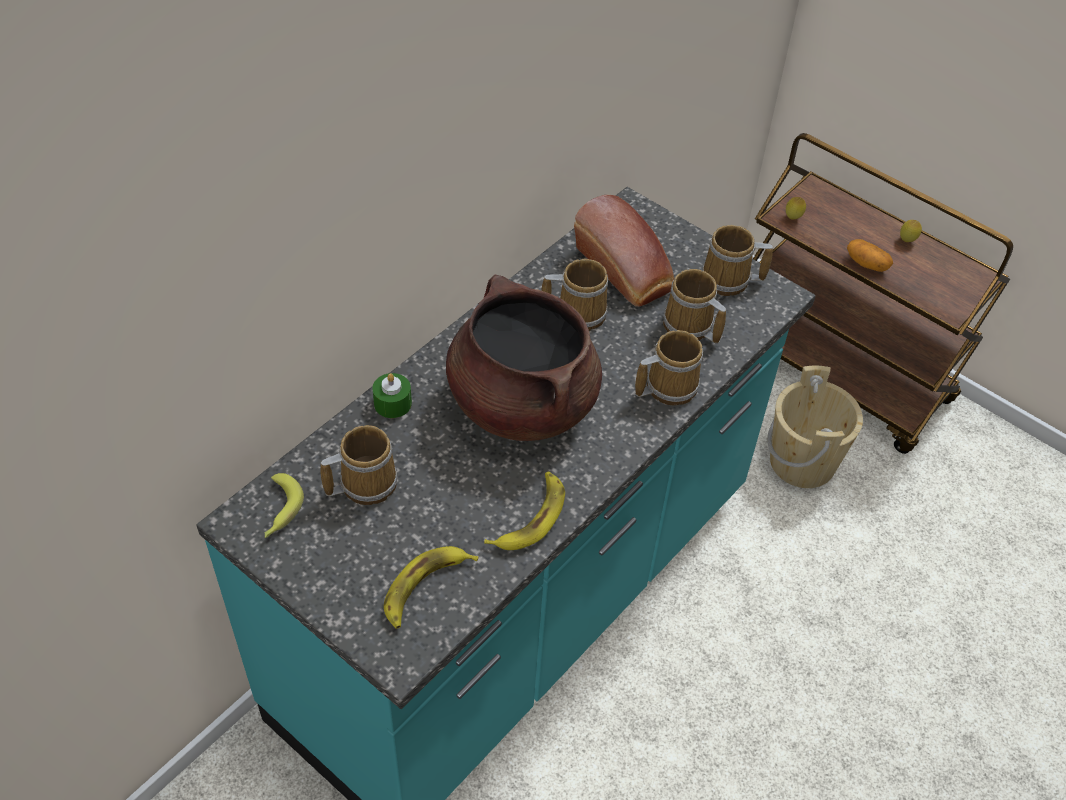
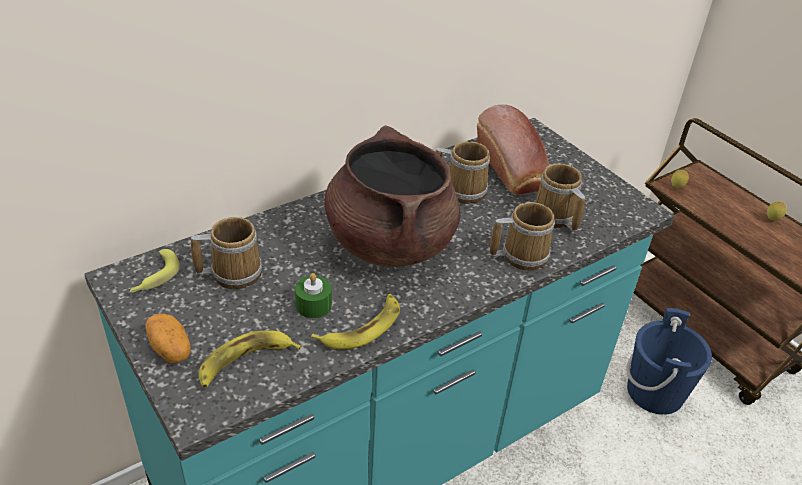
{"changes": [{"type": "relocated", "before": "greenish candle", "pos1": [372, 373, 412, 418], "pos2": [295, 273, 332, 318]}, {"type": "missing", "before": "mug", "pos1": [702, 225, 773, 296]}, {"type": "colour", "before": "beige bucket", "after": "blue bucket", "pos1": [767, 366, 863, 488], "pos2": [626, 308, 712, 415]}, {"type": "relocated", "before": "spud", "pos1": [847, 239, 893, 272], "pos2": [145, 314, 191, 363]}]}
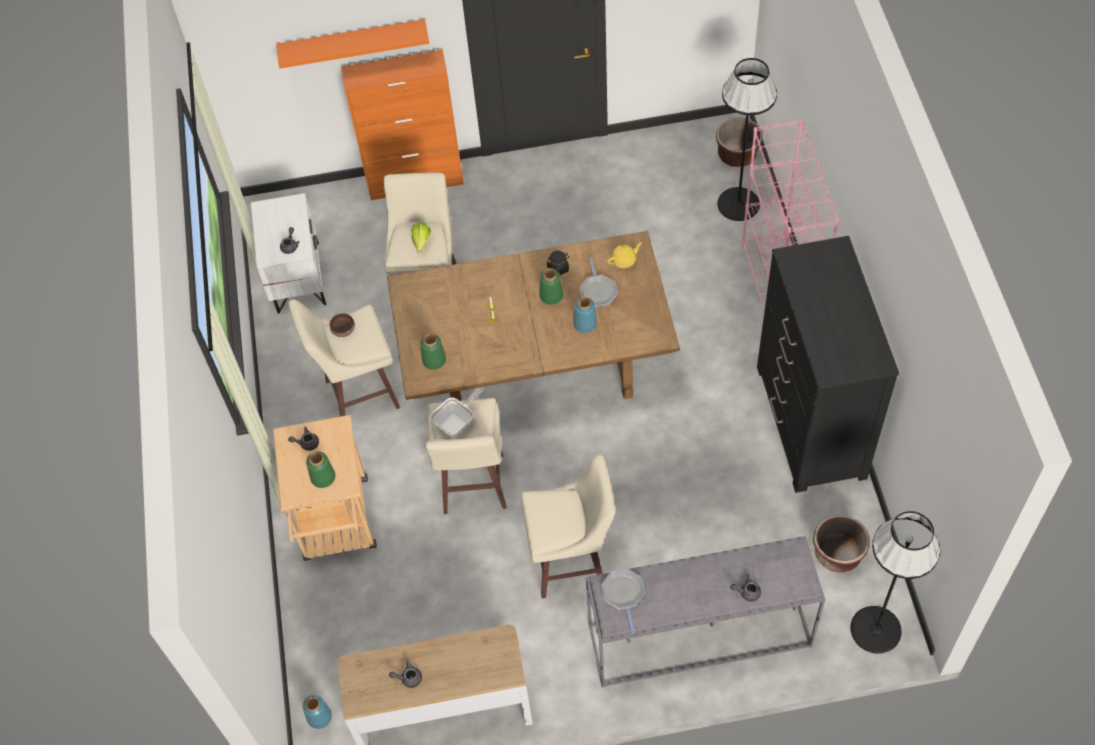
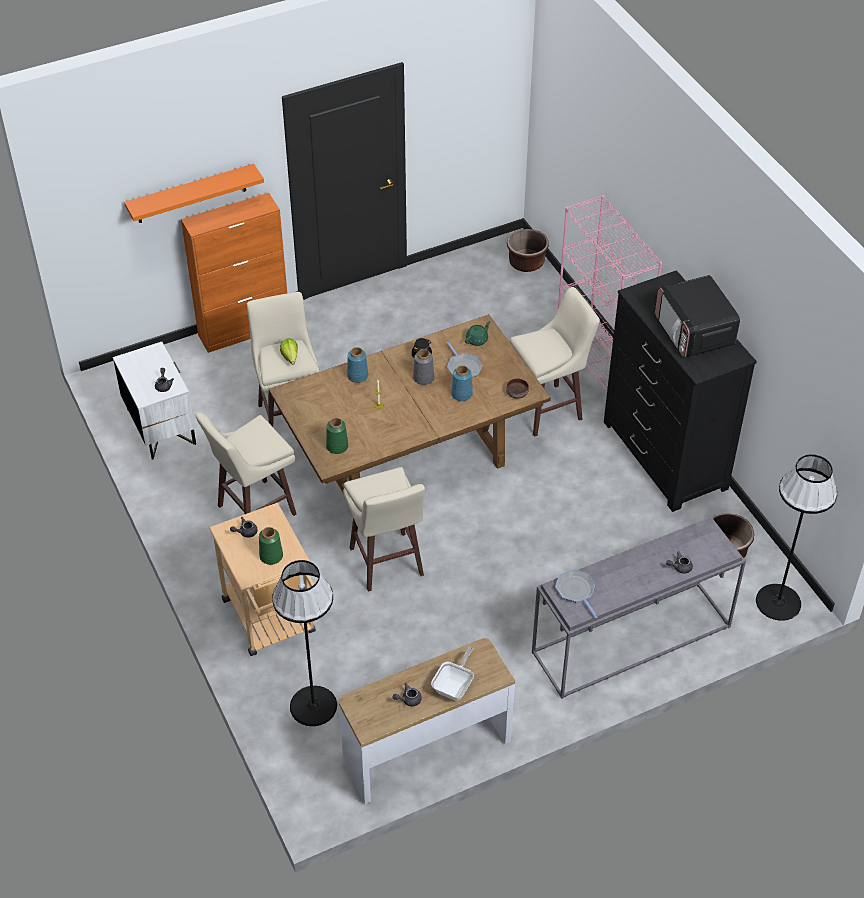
{"changes": [{"type": "relocated", "before": "blue vase", "pos1": [303, 695, 332, 729], "pos2": [347, 347, 368, 383]}, {"type": "relocated", "before": "brown-coloured bowl", "pos1": [330, 313, 355, 337], "pos2": [506, 378, 529, 399]}, {"type": "relocated", "before": "pan", "pos1": [430, 388, 483, 437], "pos2": [431, 647, 474, 700]}, {"type": "relocated", "before": "beige sitting stool", "pos1": [521, 455, 615, 599], "pos2": [510, 287, 600, 437]}, {"type": "colour", "before": "greenish vase", "after": "grey vase", "pos1": [540, 268, 563, 305], "pos2": [413, 349, 434, 385]}, {"type": "colour", "before": "yellow-coloured pot for tea", "after": "greenish pot for tea", "pos1": [607, 243, 642, 268], "pos2": [465, 321, 491, 346]}, {"type": "relocated", "before": "blackish standard lamp", "pos1": [717, 58, 777, 221], "pos2": [272, 560, 337, 726]}, {"type": "appeared", "after": "microwave oven", "pos2": [655, 275, 740, 358]}]}
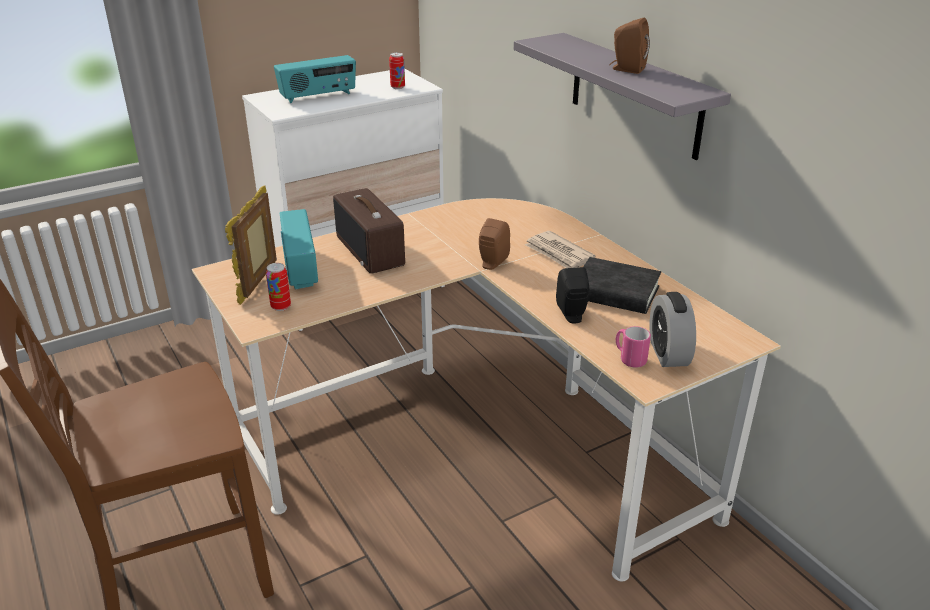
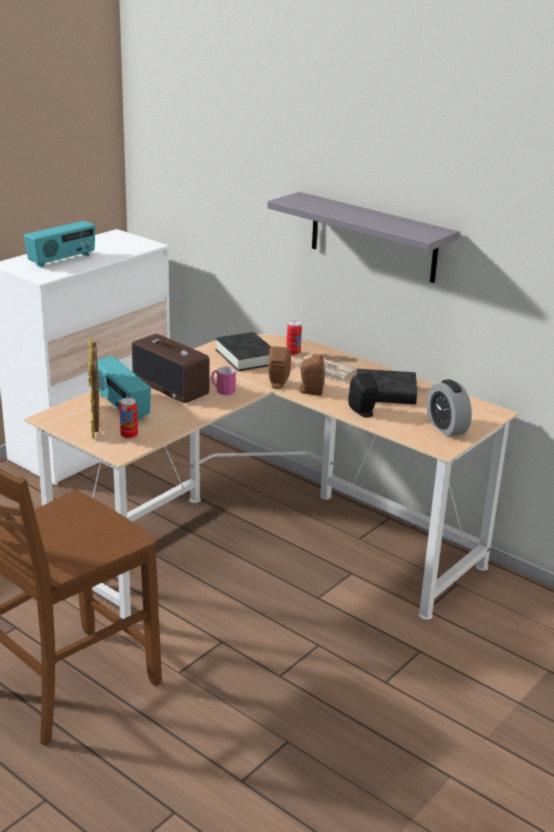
{"changes": [{"type": "relocated", "before": "metal can", "pos1": [389, 52, 405, 89], "pos2": [286, 321, 302, 356]}, {"type": "relocated", "before": "brown-coloured speaker", "pos1": [609, 18, 650, 74], "pos2": [297, 355, 325, 396]}, {"type": "relocated", "before": "pink mug", "pos1": [616, 326, 651, 368], "pos2": [211, 367, 236, 395]}, {"type": "appeared", "after": "blackish bound book", "pos2": [215, 332, 271, 371]}]}
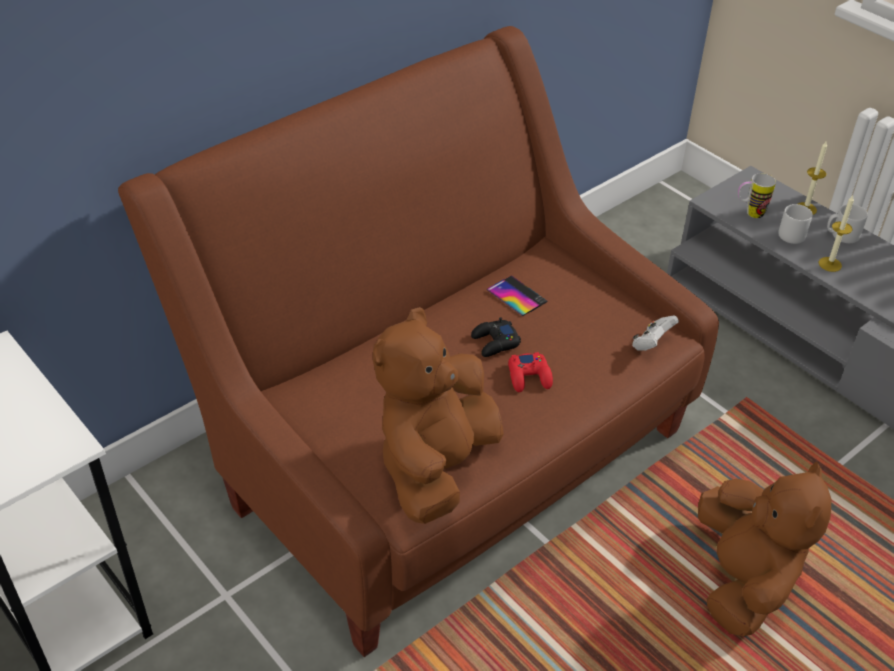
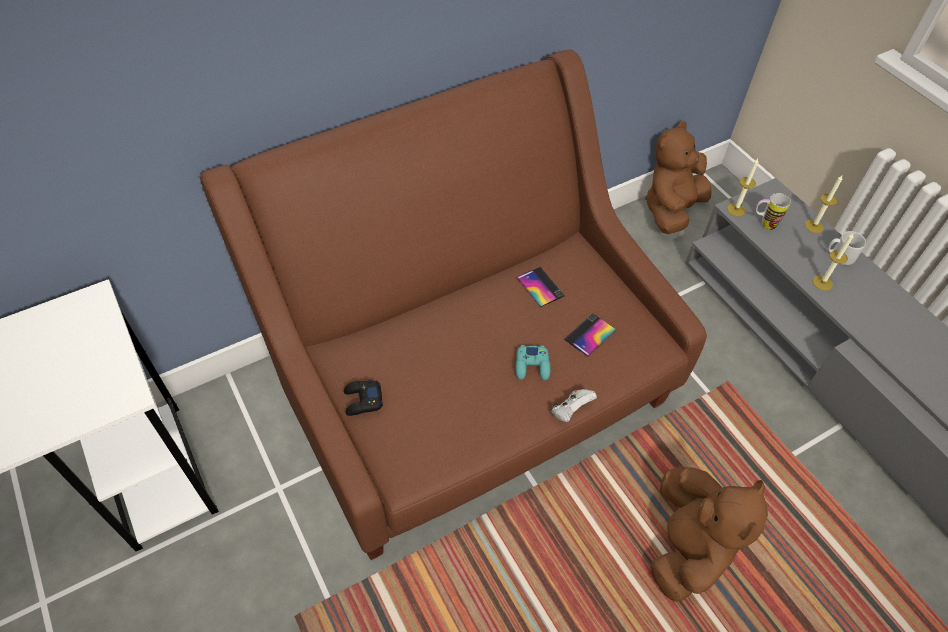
{"changes": [{"type": "relocated", "before": "brown-coloured soft toy", "pos1": [373, 307, 504, 524], "pos2": [645, 121, 711, 234]}, {"type": "relocated", "before": "blackish joypad", "pos1": [471, 317, 521, 357], "pos2": [344, 380, 383, 416]}, {"type": "colour", "before": "reddish joypad", "after": "blue-green joypad", "pos1": [508, 352, 553, 392], "pos2": [516, 345, 551, 380]}, {"type": "relocated", "before": "white-coloured joypad", "pos1": [632, 316, 679, 351], "pos2": [552, 389, 597, 422]}, {"type": "missing", "before": "grey mug", "pos1": [778, 204, 813, 244]}, {"type": "appeared", "after": "telephone", "pos2": [564, 313, 616, 357]}, {"type": "appeared", "after": "candle", "pos2": [727, 158, 759, 216]}]}
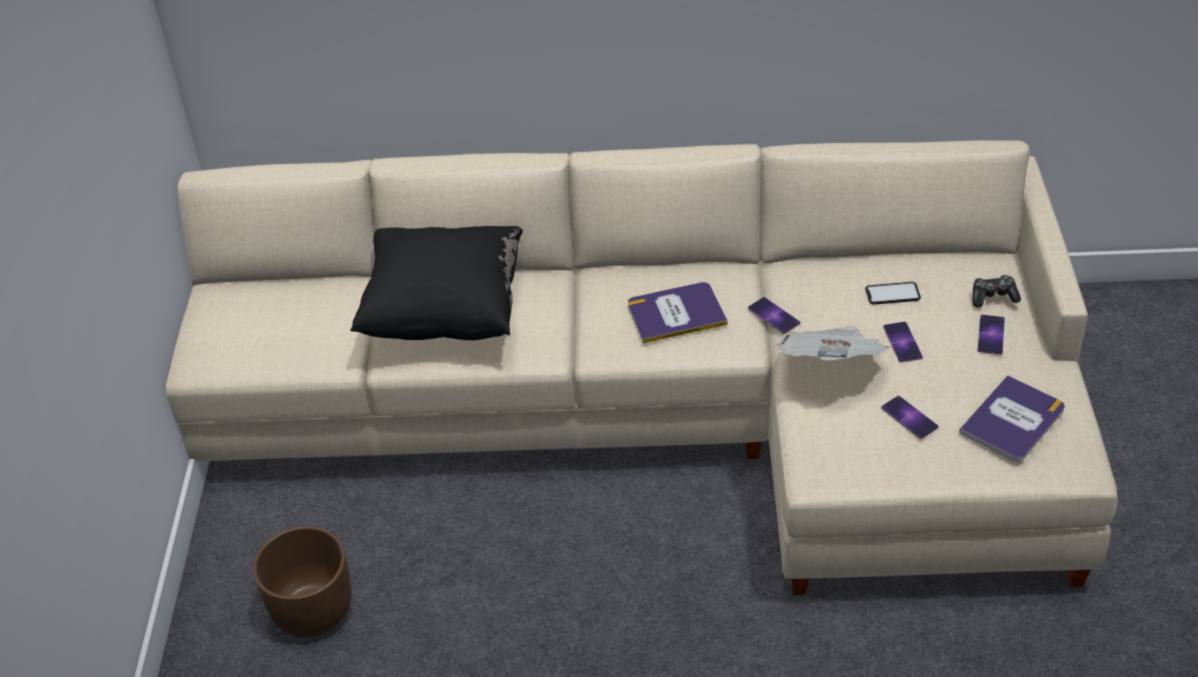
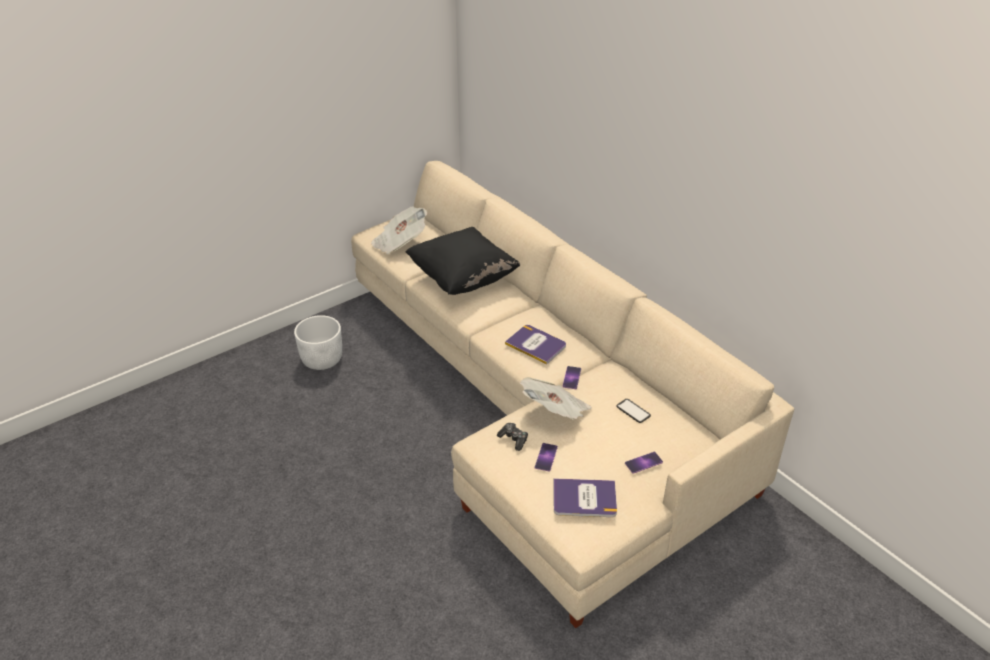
{"changes": [{"type": "colour", "before": "brown-coloured flower pot", "after": "white-coloured flower pot", "pos1": [253, 526, 352, 638], "pos2": [294, 315, 342, 370]}, {"type": "missing", "before": "telephone", "pos1": [883, 322, 923, 362]}, {"type": "relocated", "before": "joypad", "pos1": [972, 275, 1021, 307], "pos2": [497, 423, 528, 451]}, {"type": "appeared", "after": "printed paper", "pos2": [371, 206, 428, 254]}]}
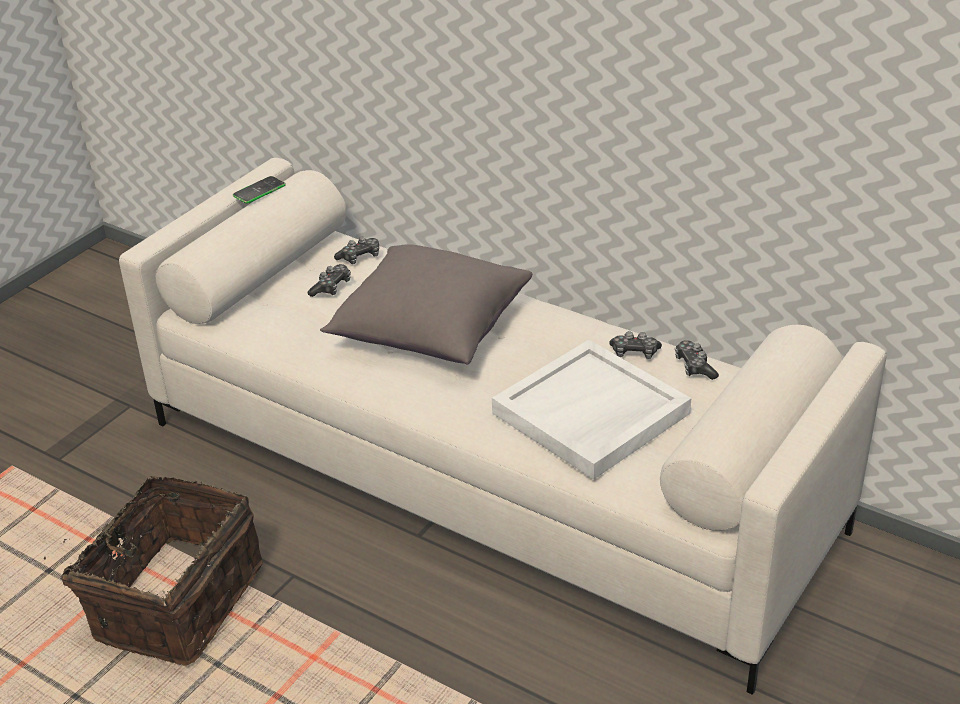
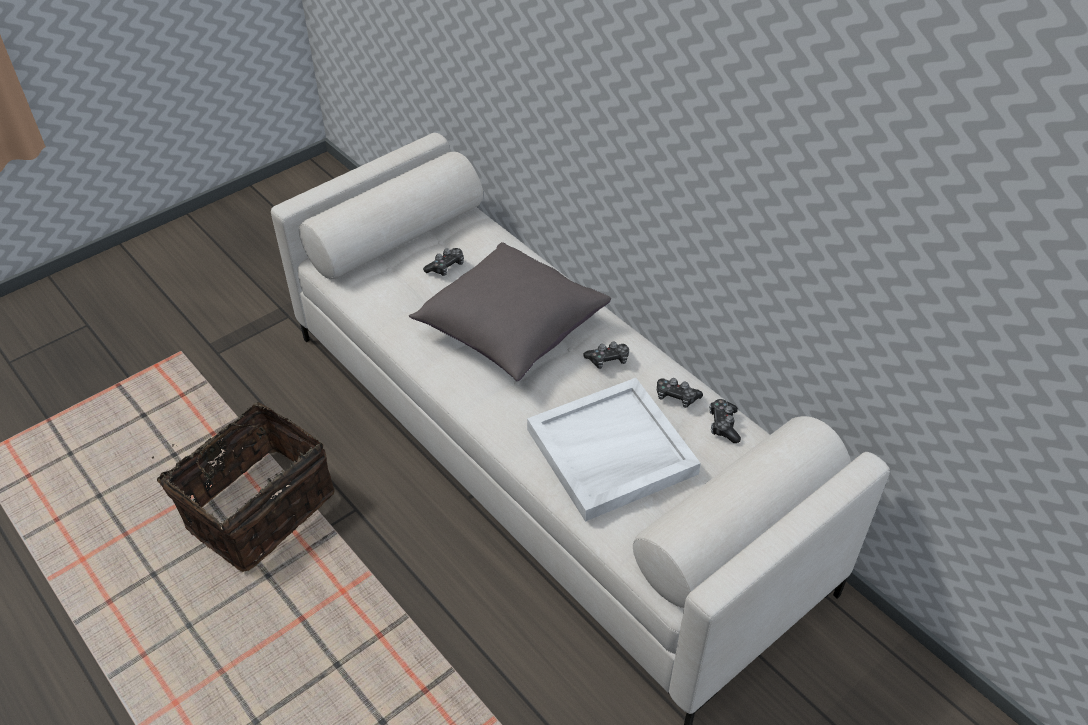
{"changes": [{"type": "missing", "before": "telephone", "pos1": [233, 176, 286, 204]}, {"type": "relocated", "before": "joypad", "pos1": [334, 237, 379, 264], "pos2": [583, 342, 629, 369]}]}
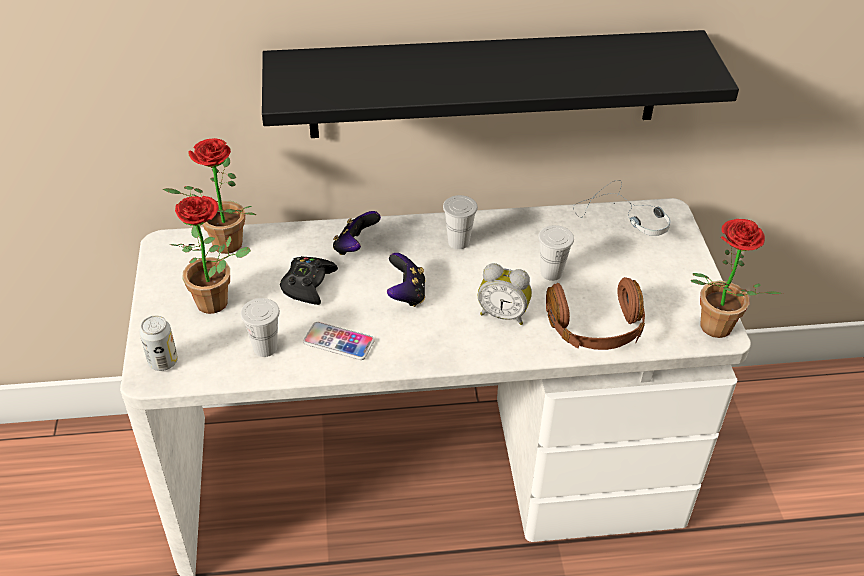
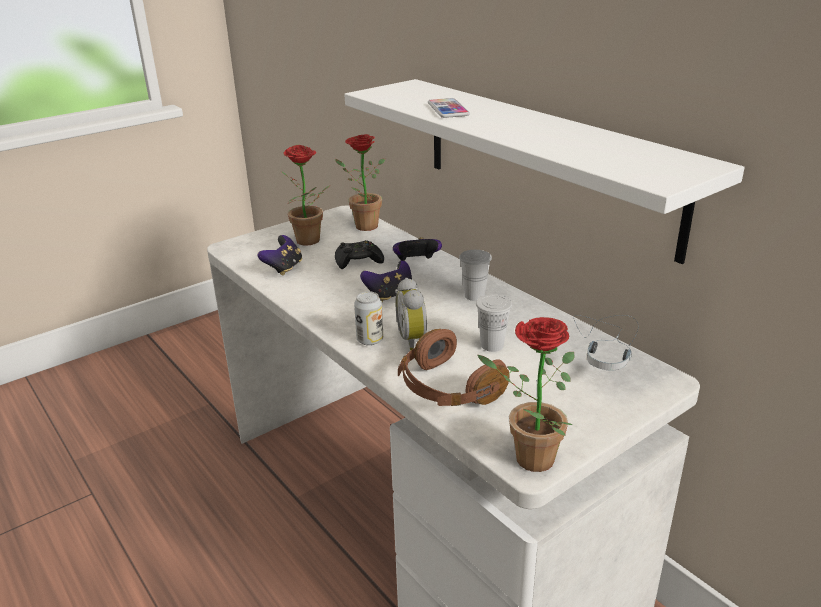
{"changes": [{"type": "relocated", "before": "metal can", "pos1": [139, 316, 178, 371], "pos2": [354, 291, 383, 346]}, {"type": "exchanged", "before": "white-coloured drinking cup", "after": "joypad", "pos1": [240, 298, 280, 357], "pos2": [257, 235, 302, 276]}, {"type": "colour", "before": "blackish bracket shelf", "after": "white-coloured bracket shelf", "pos1": [262, 30, 739, 138], "pos2": [344, 79, 745, 264]}, {"type": "relocated", "before": "telephone", "pos1": [303, 322, 375, 360], "pos2": [428, 98, 470, 118]}]}
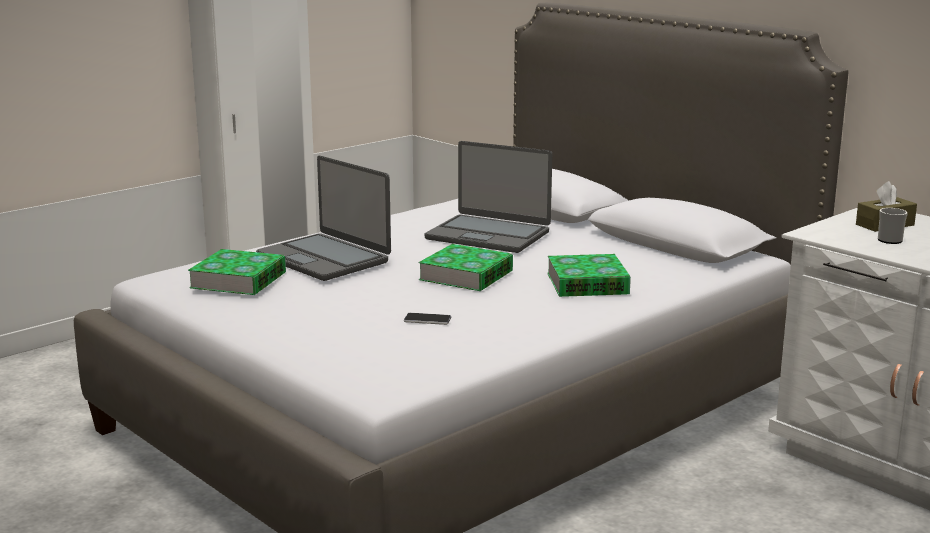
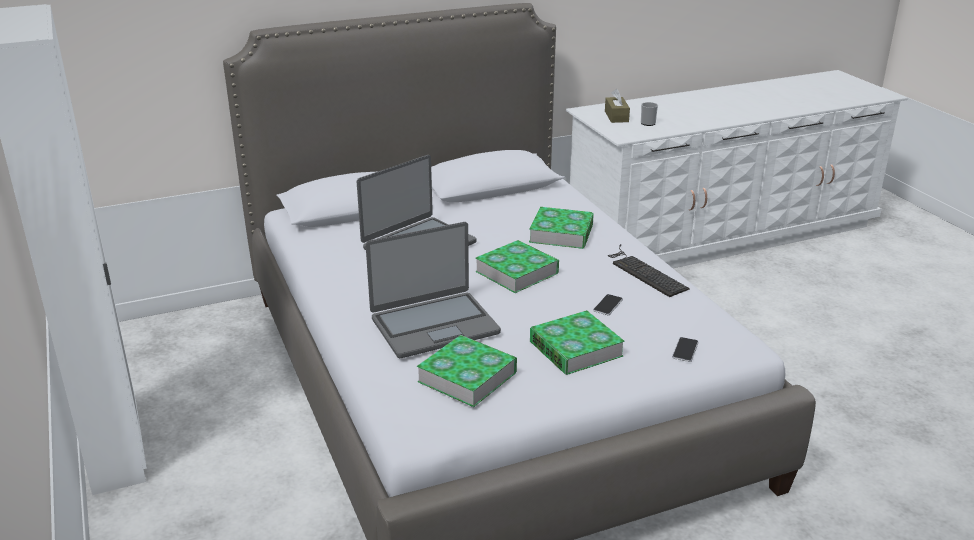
{"changes": [{"type": "appeared", "after": "bound book", "pos2": [530, 310, 625, 375]}, {"type": "appeared", "after": "keyboard", "pos2": [608, 244, 690, 297]}, {"type": "appeared", "after": "telephone", "pos2": [672, 337, 699, 362]}]}
